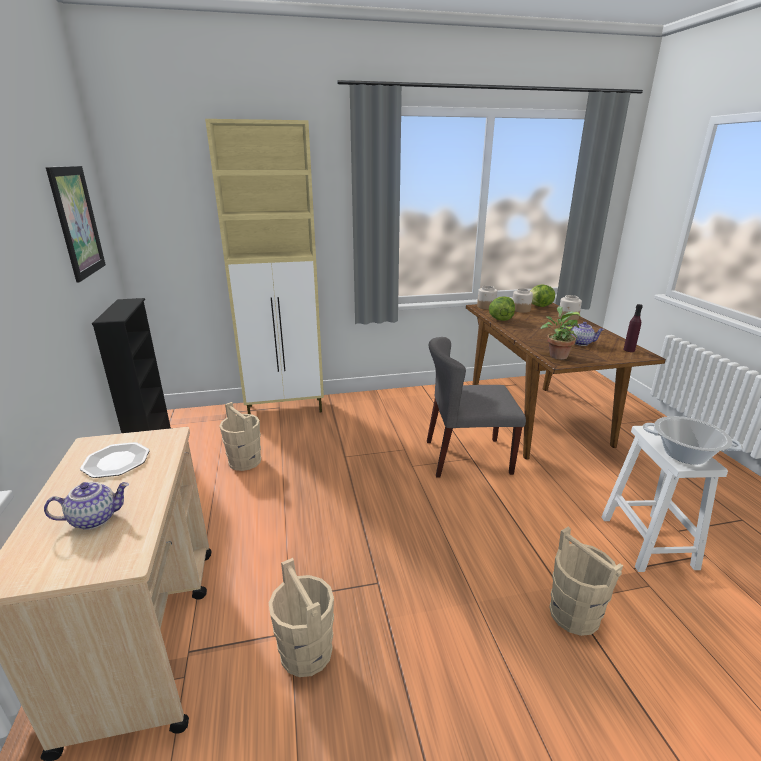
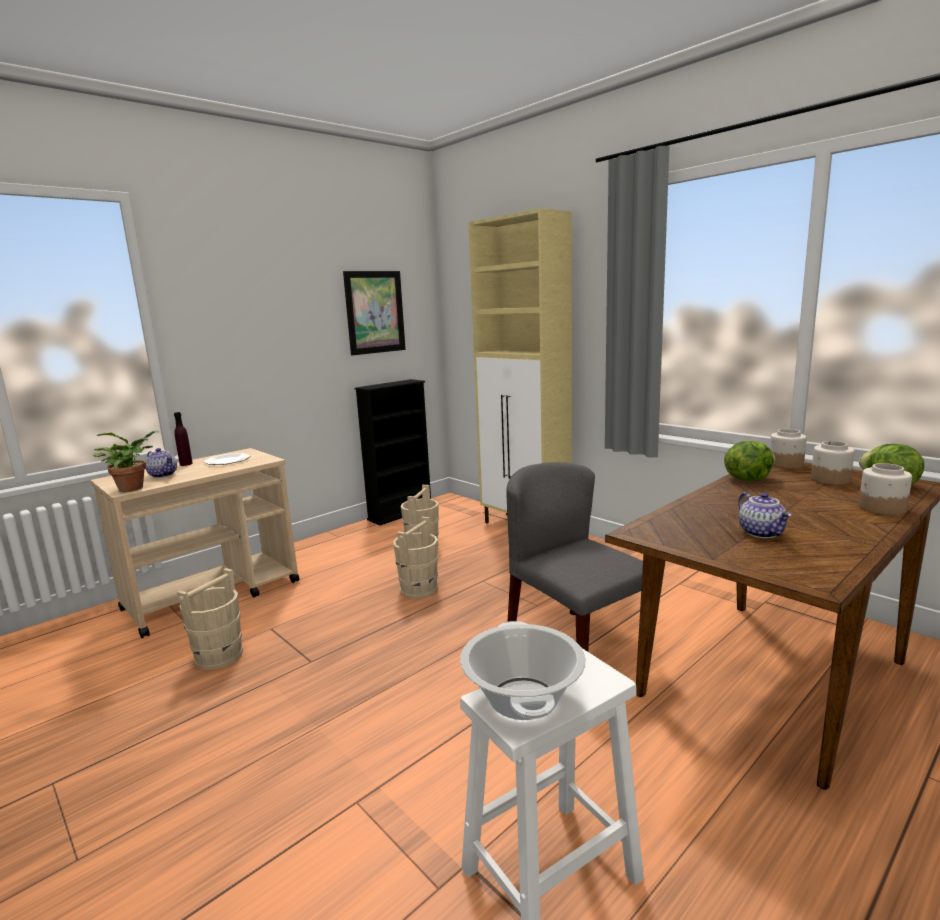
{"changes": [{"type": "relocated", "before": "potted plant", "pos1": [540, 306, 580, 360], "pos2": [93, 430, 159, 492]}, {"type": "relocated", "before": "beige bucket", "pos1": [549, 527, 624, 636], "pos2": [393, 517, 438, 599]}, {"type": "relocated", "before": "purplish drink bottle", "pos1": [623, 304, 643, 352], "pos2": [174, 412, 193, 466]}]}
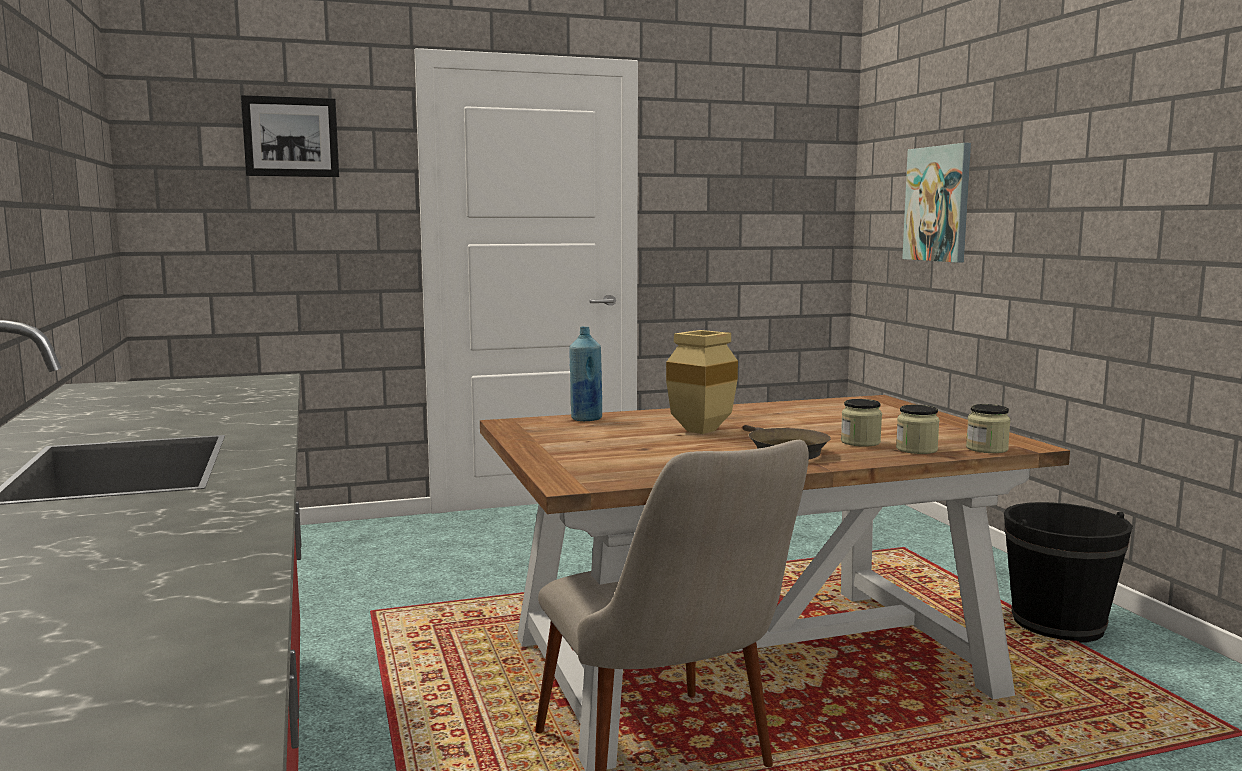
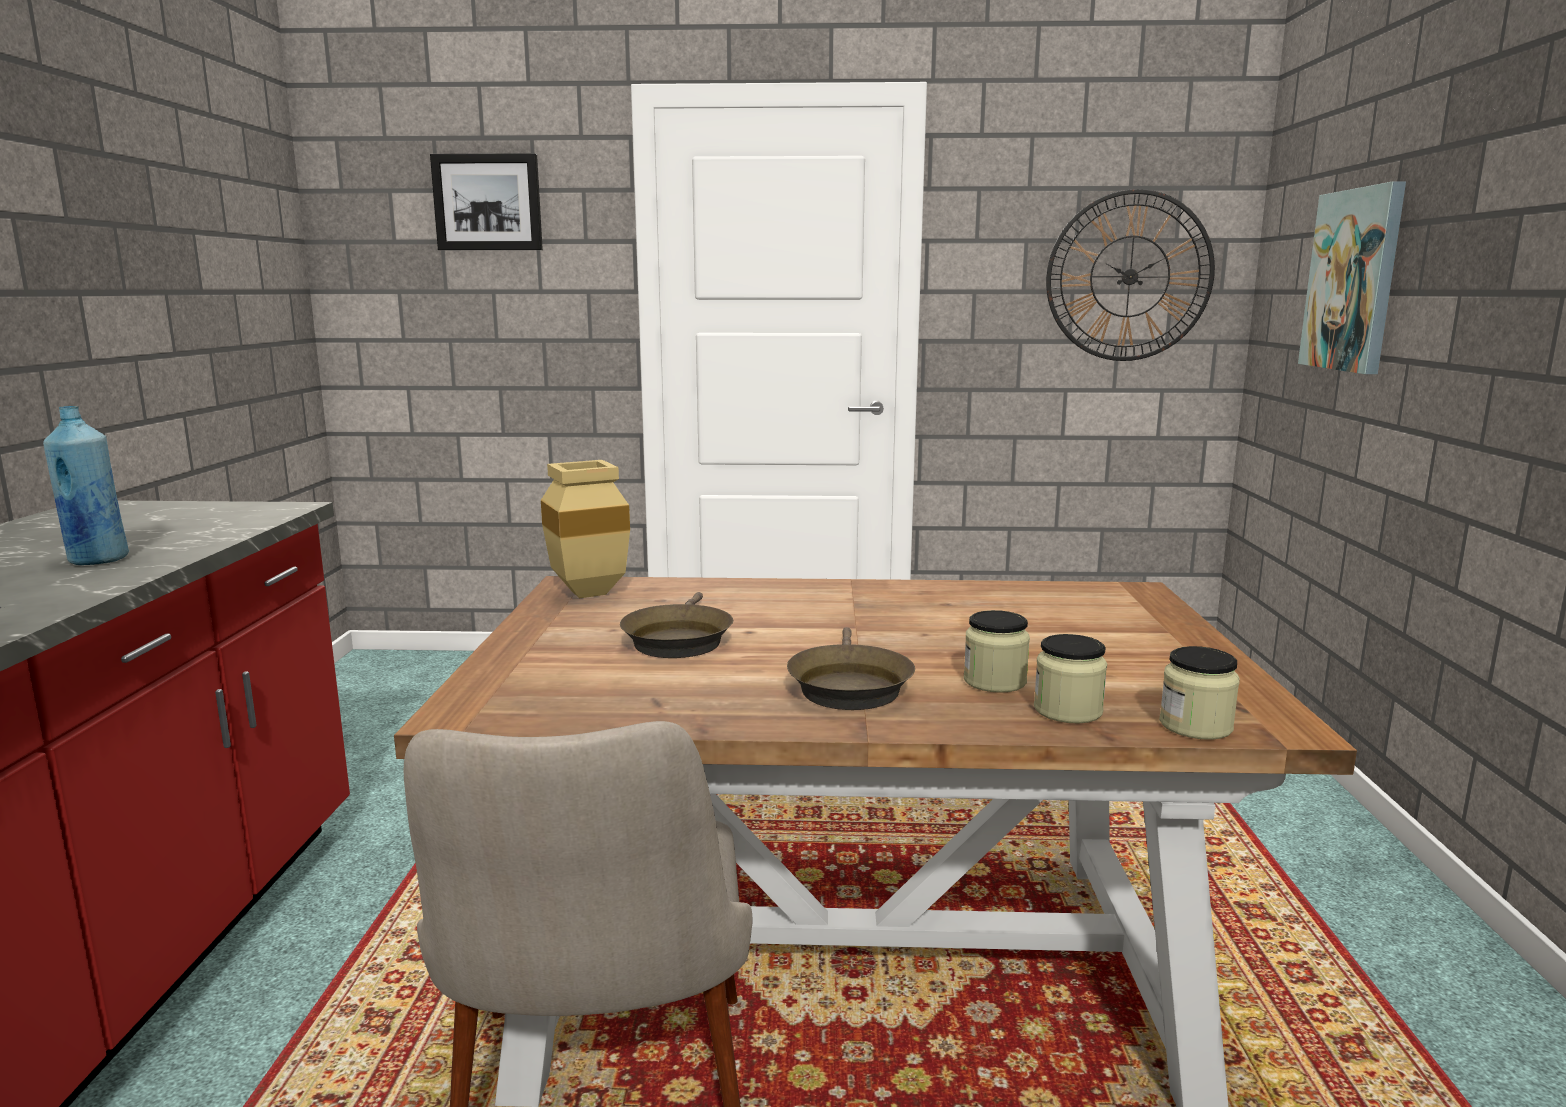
{"changes": [{"type": "relocated", "before": "blue drink bottle", "pos1": [569, 327, 602, 421], "pos2": [43, 406, 129, 565]}, {"type": "relocated", "before": "beige vase", "pos1": [666, 330, 738, 434], "pos2": [541, 460, 630, 598]}, {"type": "missing", "before": "blackish bucket", "pos1": [1004, 502, 1133, 643]}, {"type": "appeared", "after": "brown-coloured pan", "pos2": [620, 592, 733, 658]}, {"type": "appeared", "after": "hanging clock", "pos2": [1046, 189, 1215, 361]}]}
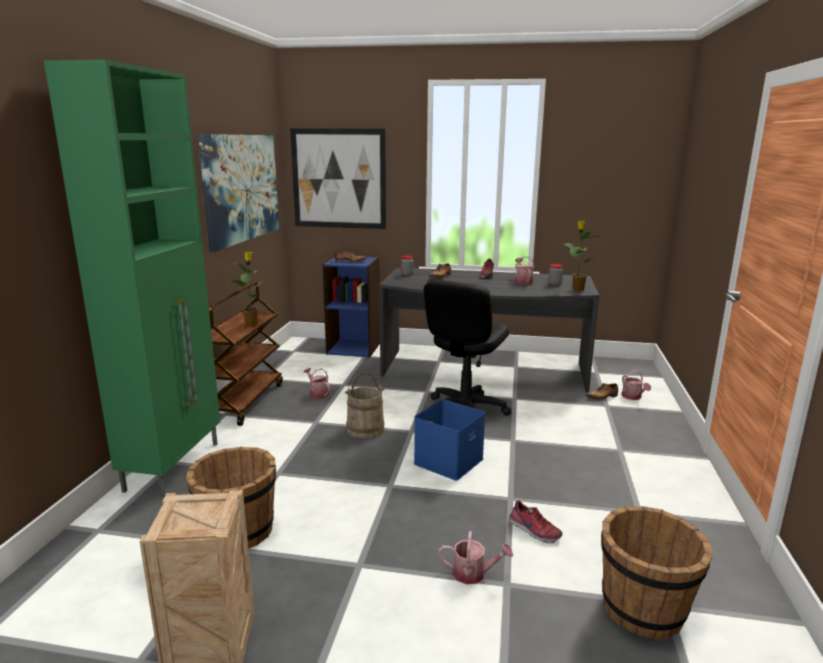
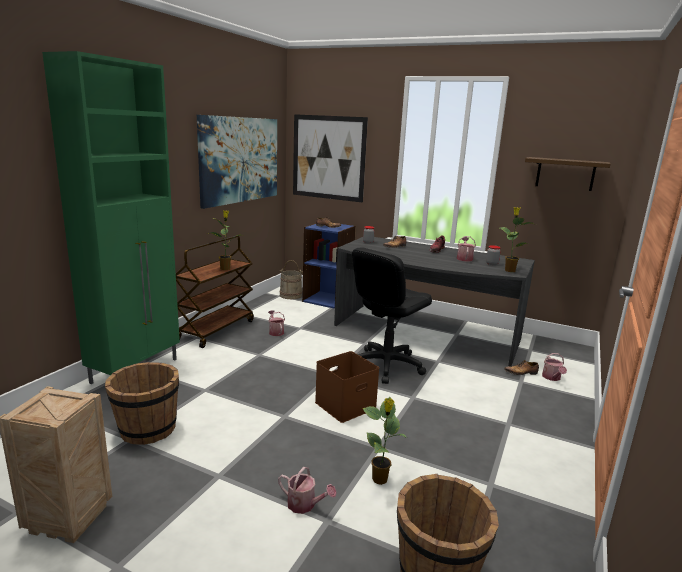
{"changes": [{"type": "relocated", "before": "beige bucket", "pos1": [345, 372, 385, 439], "pos2": [279, 260, 303, 299]}, {"type": "colour", "before": "blue storage container", "after": "brown-coloured storage container", "pos1": [414, 399, 485, 481], "pos2": [315, 351, 379, 423]}, {"type": "exchanged", "before": "shoe", "after": "potted plant", "pos1": [509, 501, 562, 543], "pos2": [362, 397, 407, 485]}, {"type": "appeared", "after": "bracket shelf", "pos2": [525, 157, 611, 191]}]}
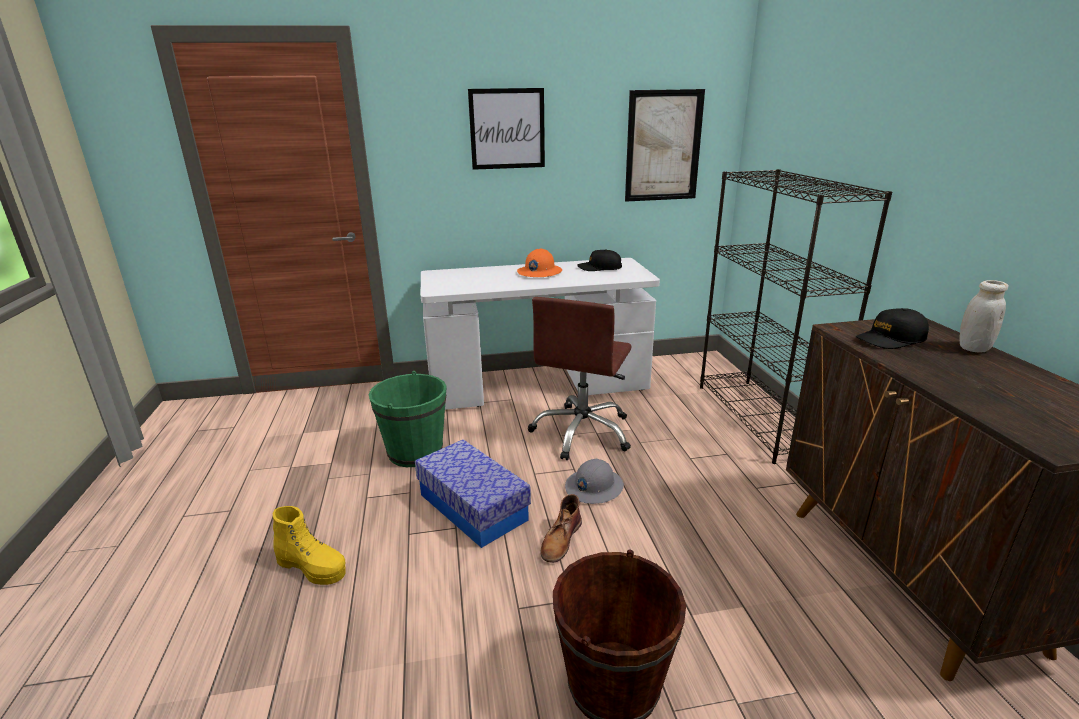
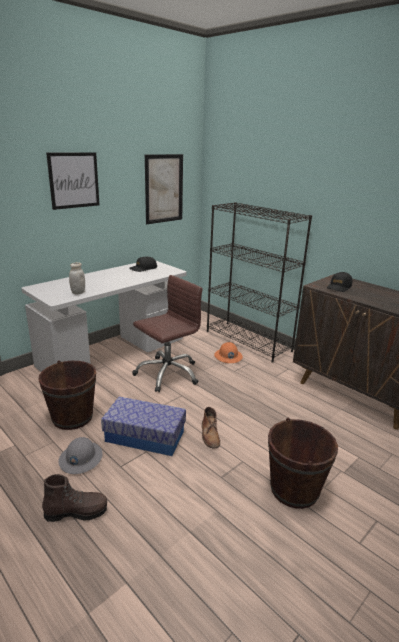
{"changes": [{"type": "colour", "before": "yellow-coloured boot", "after": "brown-coloured boot", "pos1": [273, 506, 346, 585], "pos2": [42, 474, 107, 522]}, {"type": "colour", "before": "greenish bucket", "after": "brown-coloured bucket", "pos1": [369, 371, 447, 467], "pos2": [39, 360, 96, 430]}, {"type": "relocated", "before": "orangey hard hat", "pos1": [517, 249, 562, 277], "pos2": [214, 342, 243, 363]}, {"type": "spun", "before": "brown-coloured office chair", "pos1": [528, 297, 632, 460], "pos2": [132, 275, 202, 392], "turn": -120}, {"type": "relocated", "before": "grey hard hat", "pos1": [565, 459, 624, 504], "pos2": [59, 437, 103, 474]}, {"type": "relocated", "before": "white-coloured storage jar", "pos1": [960, 280, 1009, 353], "pos2": [69, 262, 85, 294]}]}
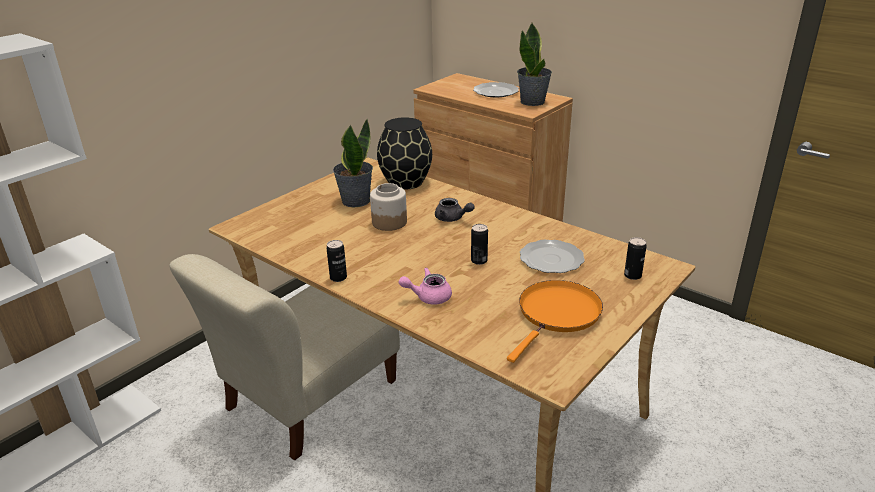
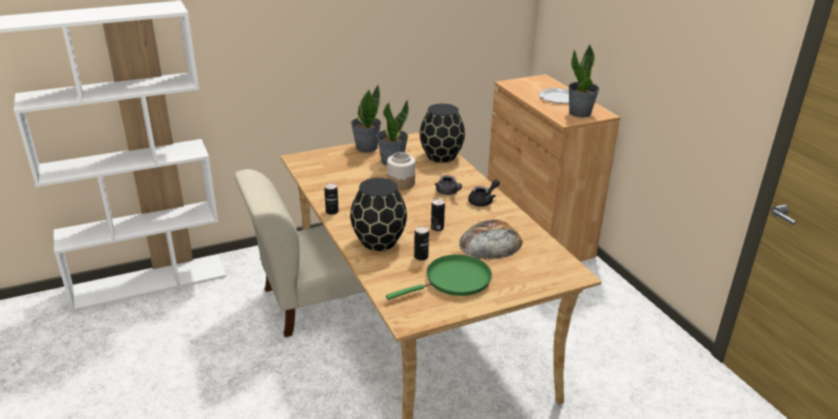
{"changes": [{"type": "exchanged", "before": "pink pot for tea", "after": "blackish vase", "pos1": [399, 268, 452, 305], "pos2": [350, 178, 407, 251]}, {"type": "colour", "before": "orangey pan", "after": "greenish pan", "pos1": [507, 280, 603, 363], "pos2": [386, 254, 492, 300]}, {"type": "exchanged", "before": "flat dish", "after": "bakery bread", "pos1": [520, 240, 585, 273], "pos2": [459, 219, 523, 260]}, {"type": "relocated", "before": "metal can", "pos1": [624, 237, 647, 280], "pos2": [414, 226, 429, 261]}, {"type": "appeared", "after": "potted plant", "pos2": [351, 85, 381, 153]}, {"type": "appeared", "after": "blackish pot for tea", "pos2": [468, 179, 500, 207]}]}
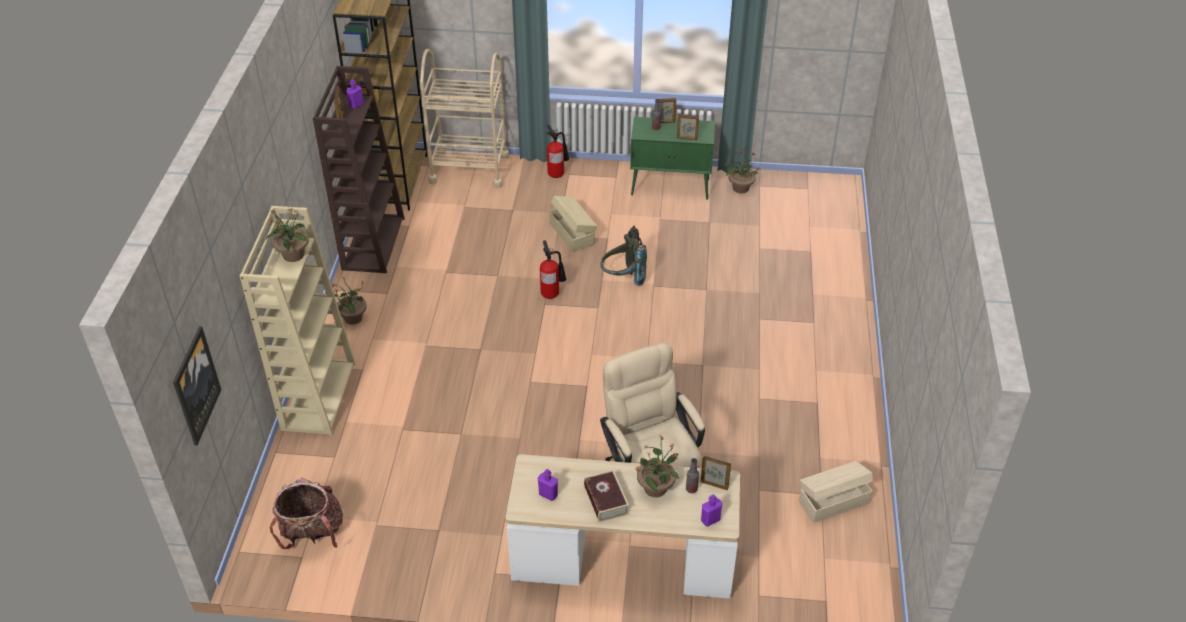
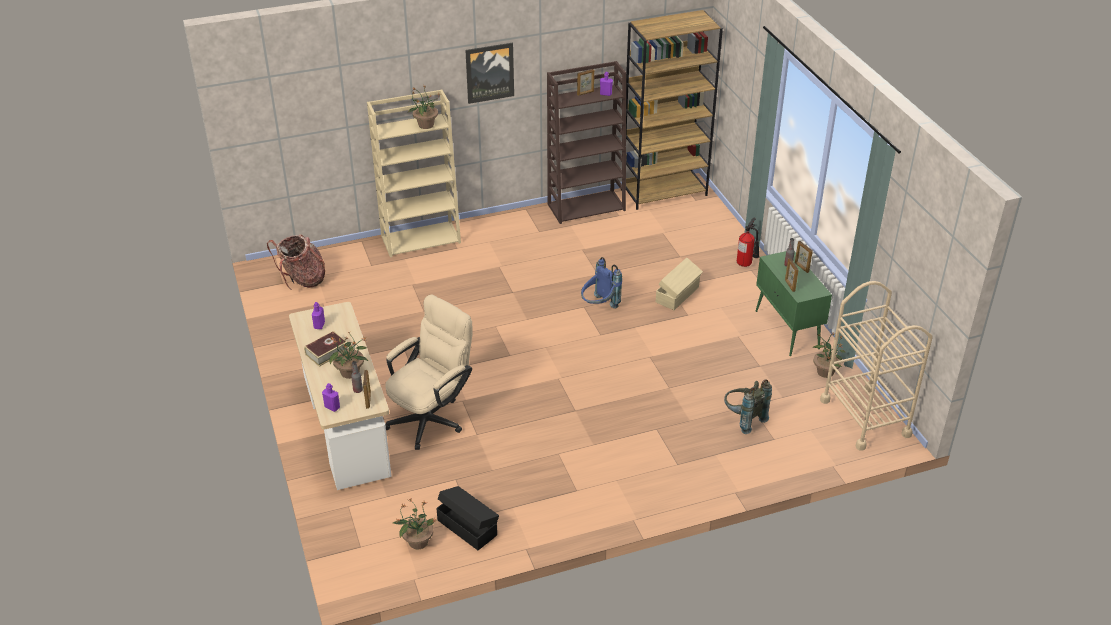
{"changes": [{"type": "relocated", "before": "wall art", "pos1": [173, 326, 221, 445], "pos2": [465, 43, 514, 104]}, {"type": "relocated", "before": "potted plant", "pos1": [332, 277, 367, 325], "pos2": [393, 499, 438, 549]}, {"type": "relocated", "before": "beige trolley", "pos1": [420, 49, 509, 189], "pos2": [820, 281, 933, 451]}, {"type": "exchanged", "before": "fire-fighting cylinder", "after": "blue rucksack", "pos1": [540, 241, 566, 299], "pos2": [581, 257, 622, 308]}, {"type": "relocated", "before": "grey rucksack", "pos1": [600, 226, 647, 286], "pos2": [724, 379, 772, 434]}, {"type": "colour", "before": "beige storage container", "after": "blackish storage container", "pos1": [799, 461, 873, 523], "pos2": [436, 486, 499, 550]}]}
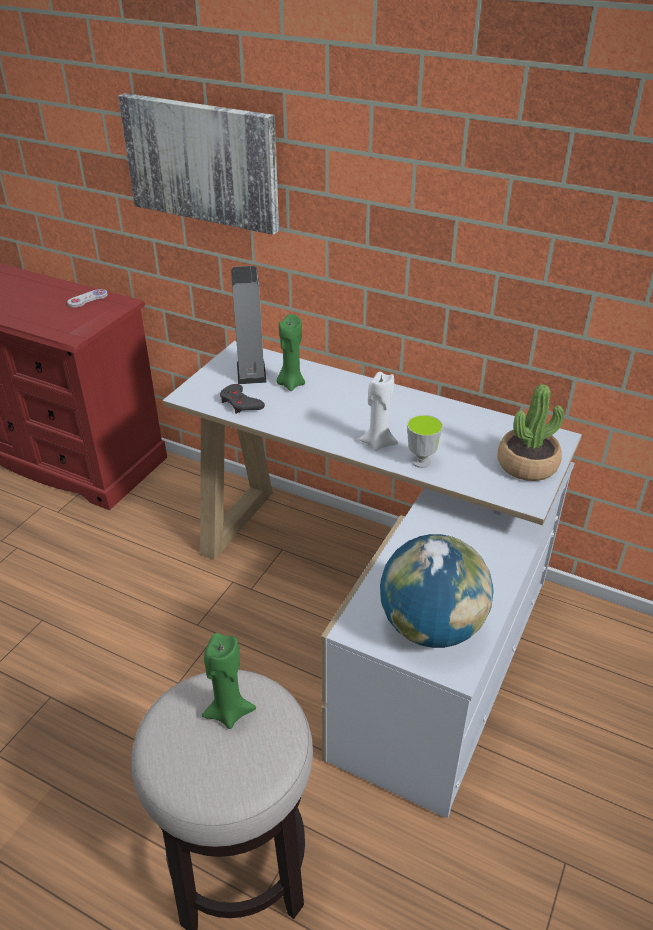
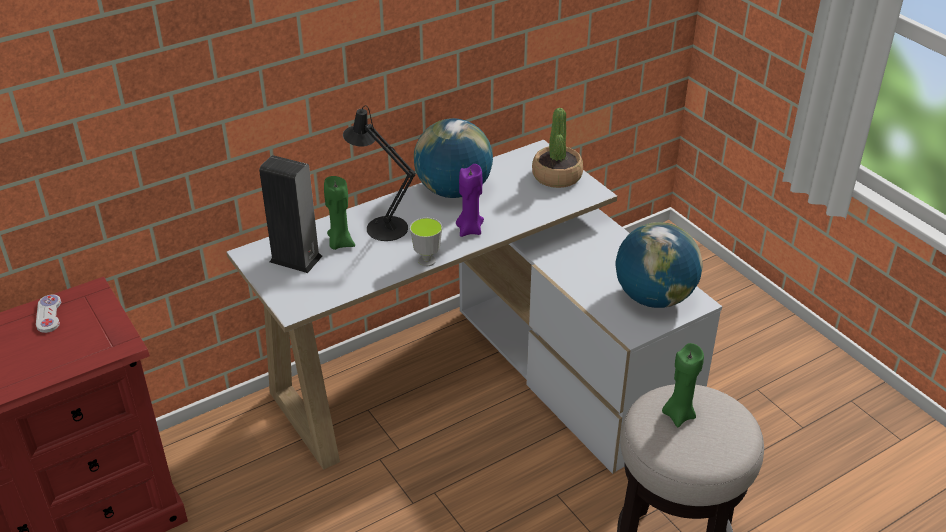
{"changes": [{"type": "missing", "before": "wall art", "pos1": [118, 93, 279, 235]}, {"type": "missing", "before": "grey joypad", "pos1": [220, 384, 265, 414]}, {"type": "colour", "before": "white-coloured candle", "after": "purplish candle", "pos1": [359, 372, 398, 451], "pos2": [456, 164, 484, 237]}, {"type": "relocated", "before": "drinking cup", "pos1": [407, 415, 443, 468], "pos2": [410, 218, 442, 266]}, {"type": "appeared", "after": "blackish lamp for a table", "pos2": [343, 105, 415, 241]}, {"type": "appeared", "after": "world globe", "pos2": [414, 118, 493, 198]}]}
